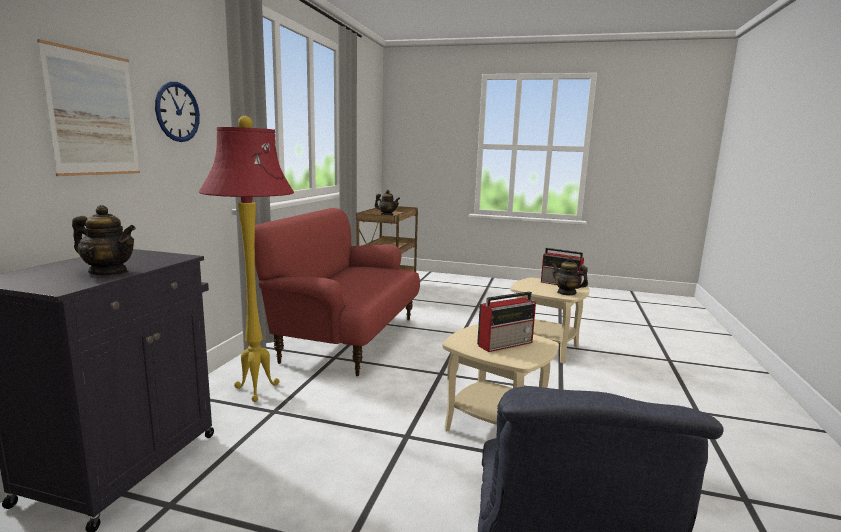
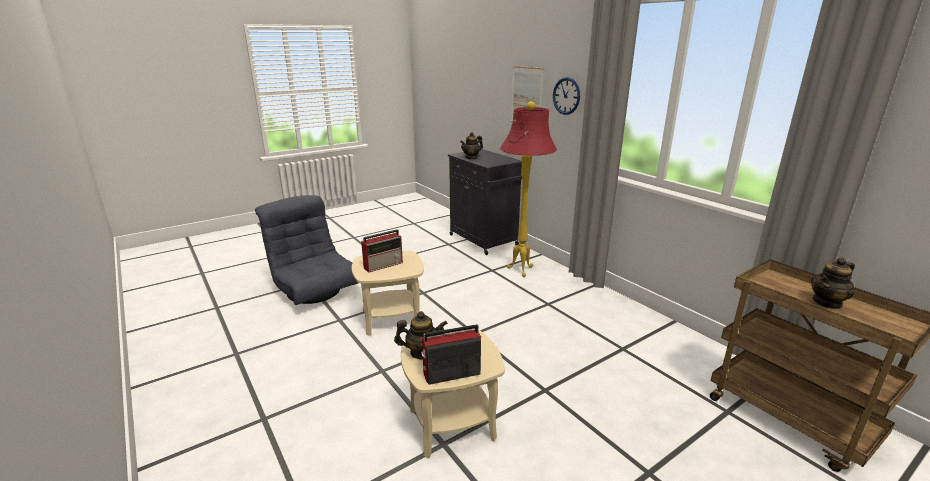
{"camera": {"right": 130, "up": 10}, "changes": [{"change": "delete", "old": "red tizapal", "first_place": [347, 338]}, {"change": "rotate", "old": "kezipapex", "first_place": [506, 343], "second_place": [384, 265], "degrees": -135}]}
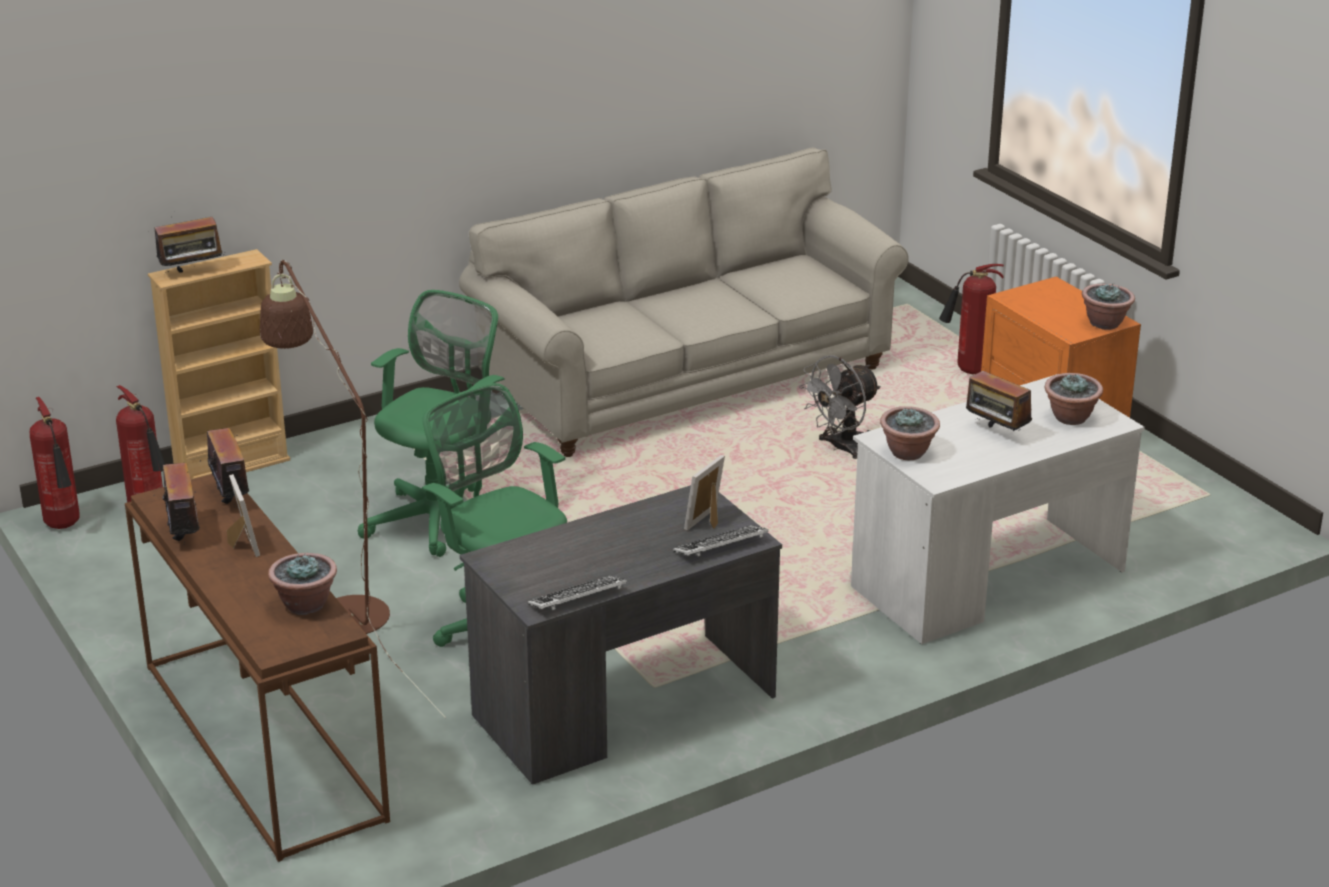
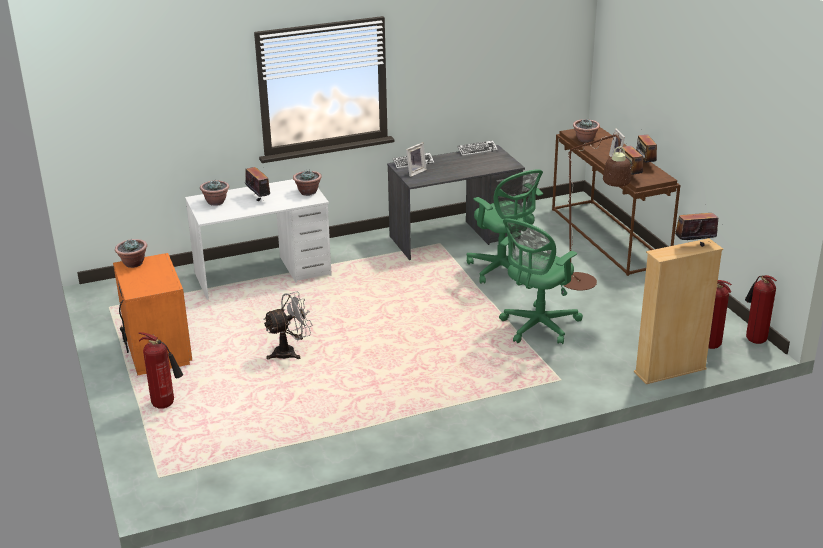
{"camera": {"right": -170, "up": 0}, "changes": [{"change": "delete", "old": "beige tizapal", "first_place": [686, 380]}]}
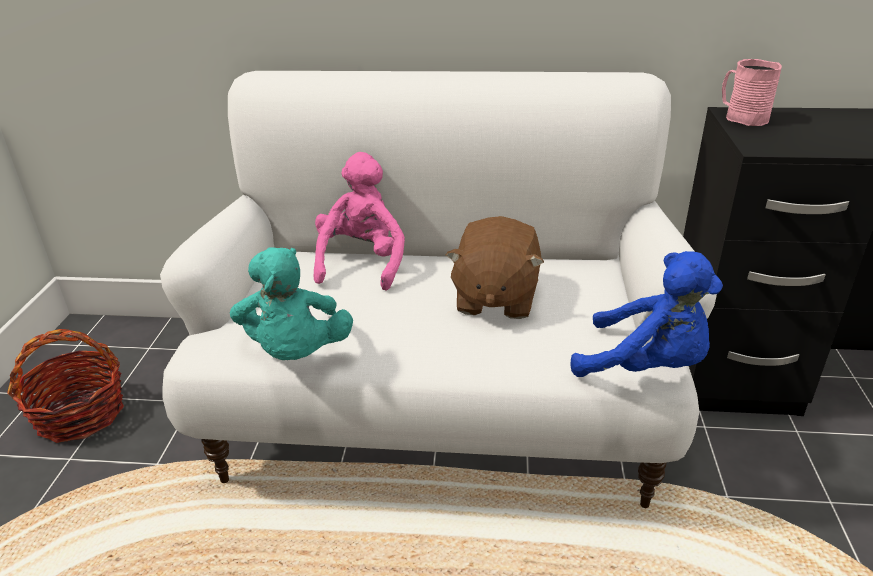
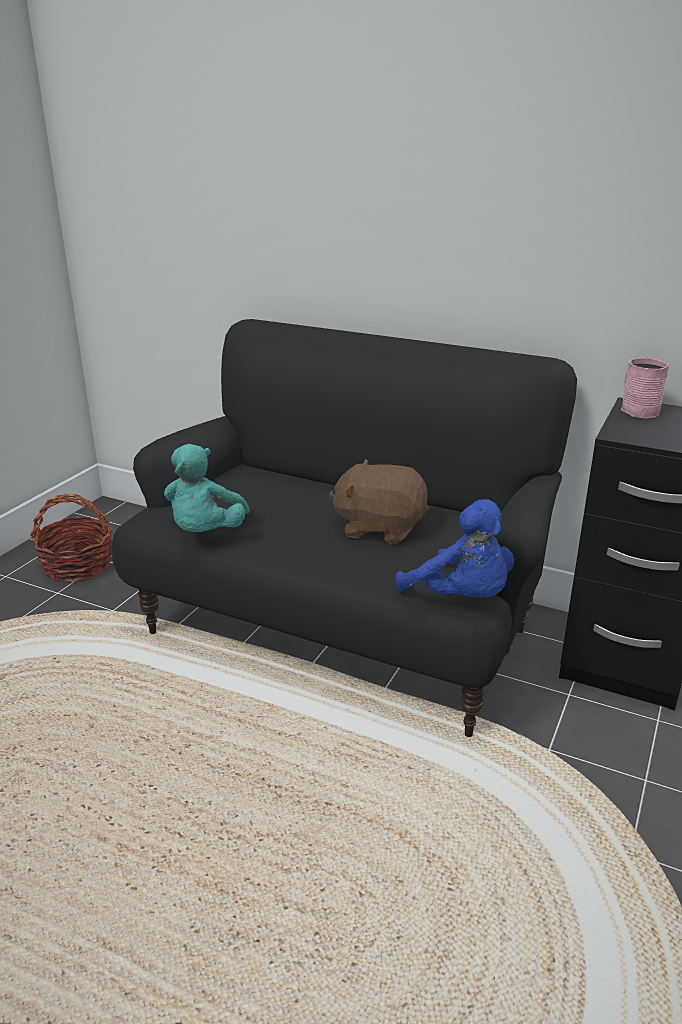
{"camera": {"right": 20, "up": -5}, "changes": [{"change": "recolor", "old": "white tizapal", "new": "black tizapal", "first_place": [438, 413], "second_place": [340, 627]}, {"change": "delete", "old": "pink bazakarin", "first_place": [362, 263]}, {"change": "rotate", "old": "brown bazakarin", "first_place": [495, 298], "second_place": [380, 527], "degrees": 75}]}
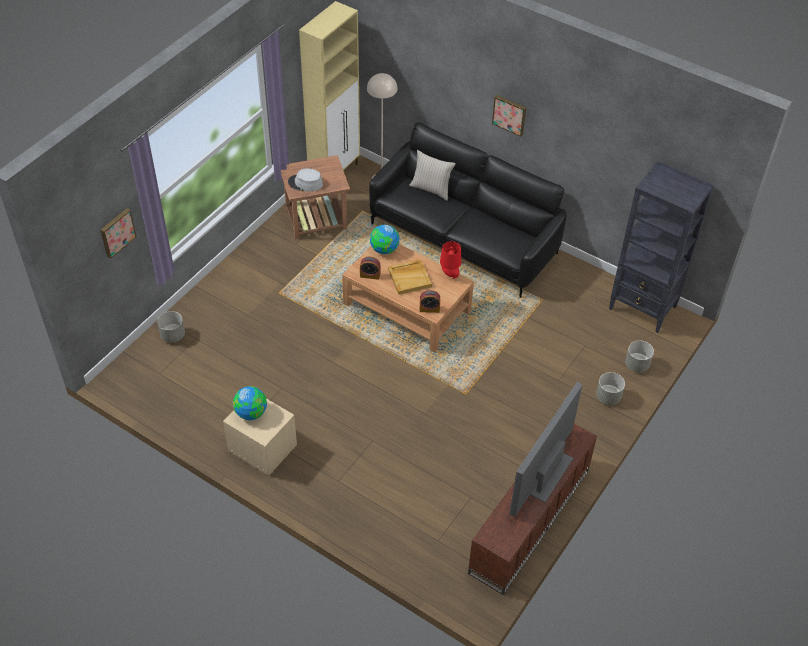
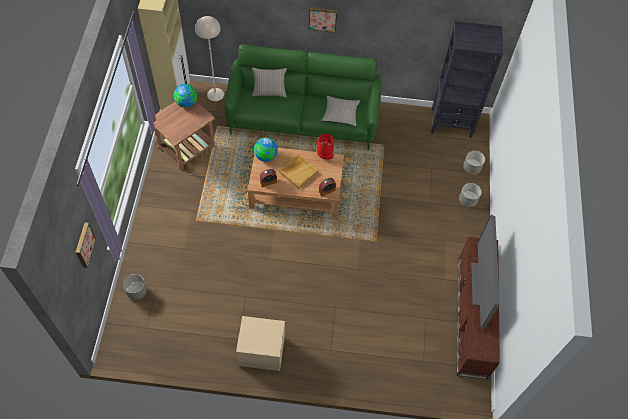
{"camera": {"right": -30, "up": 10}, "changes": [{"change": "recolor", "old": "black tizapal", "new": "green tizapal", "first_place": [464, 238], "second_place": [303, 119]}, {"change": "delete", "old": "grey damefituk", "first_place": [305, 183]}, {"change": "move", "old": "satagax", "first_place": [251, 412], "second_place": [186, 102]}, {"change": "insert", "new": "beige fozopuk", "second_place": [340, 113]}]}
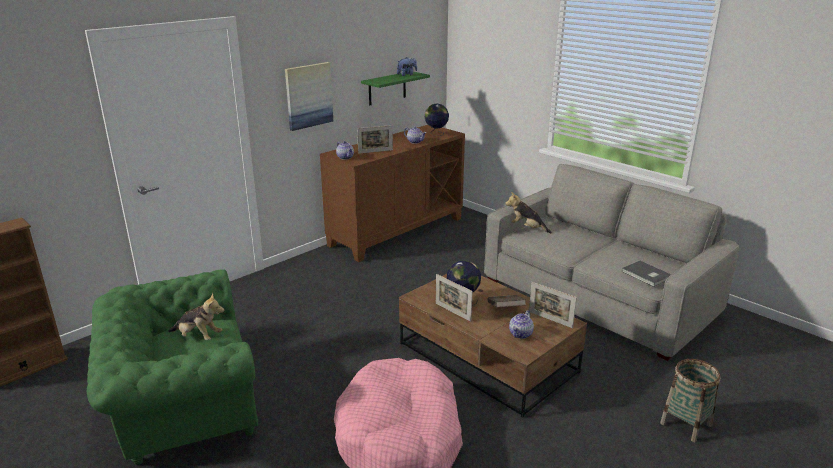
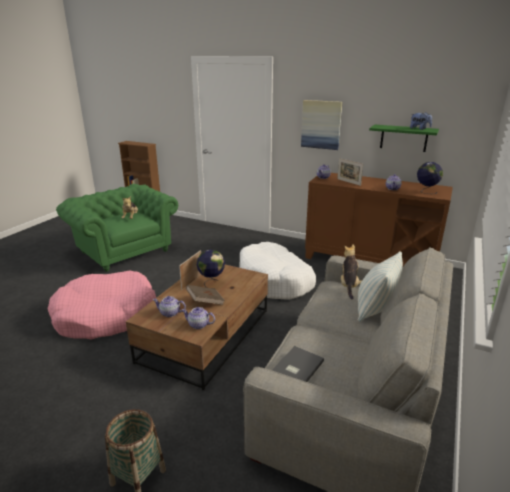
{"camera": {"right": 70, "up": 0}, "changes": [{"change": "replace", "old": "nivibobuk", "new": "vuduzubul", "first_place": [550, 319], "second_place": [198, 325]}, {"change": "insert", "new": "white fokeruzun", "second_place": [275, 281]}, {"change": "insert", "new": "fozopuk", "second_place": [375, 309]}]}
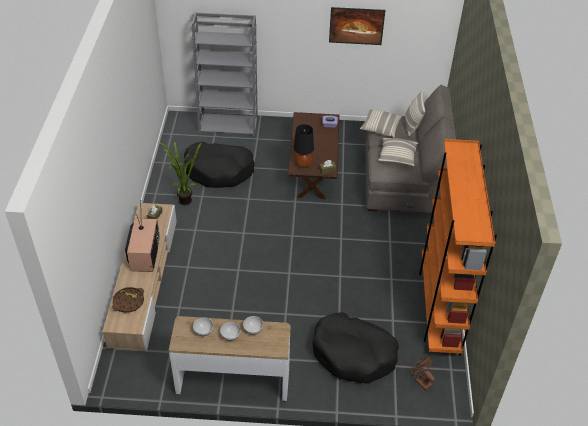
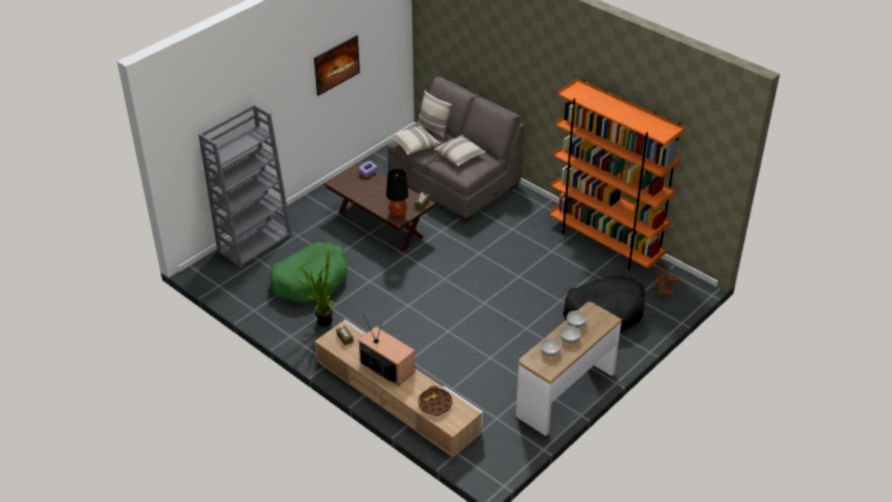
{"camera": {"right": -50, "up": -5}, "changes": [{"change": "recolor", "old": "black fokeruzun", "new": "green fokeruzun", "first_place": [219, 171], "second_place": [310, 280]}]}
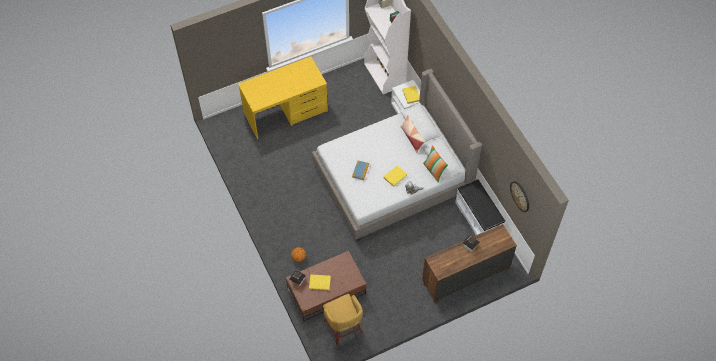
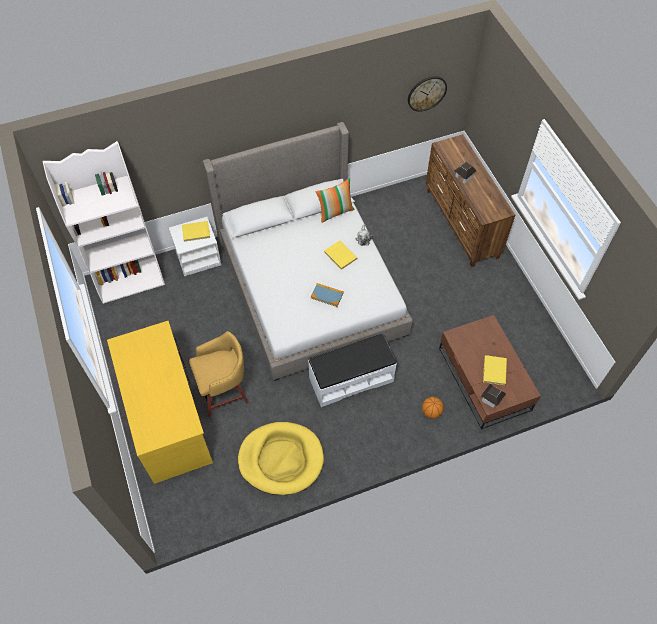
{"camera": {"right": -85, "up": 0}, "changes": [{"change": "delete", "old": "fozopuk", "first_place": [412, 138]}, {"change": "move", "old": "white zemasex", "first_place": [478, 218], "second_place": [351, 379]}, {"change": "move", "old": "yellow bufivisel", "first_place": [343, 328], "second_place": [224, 392]}, {"change": "insert", "new": "yellow fokeruzun", "second_place": [281, 459]}]}
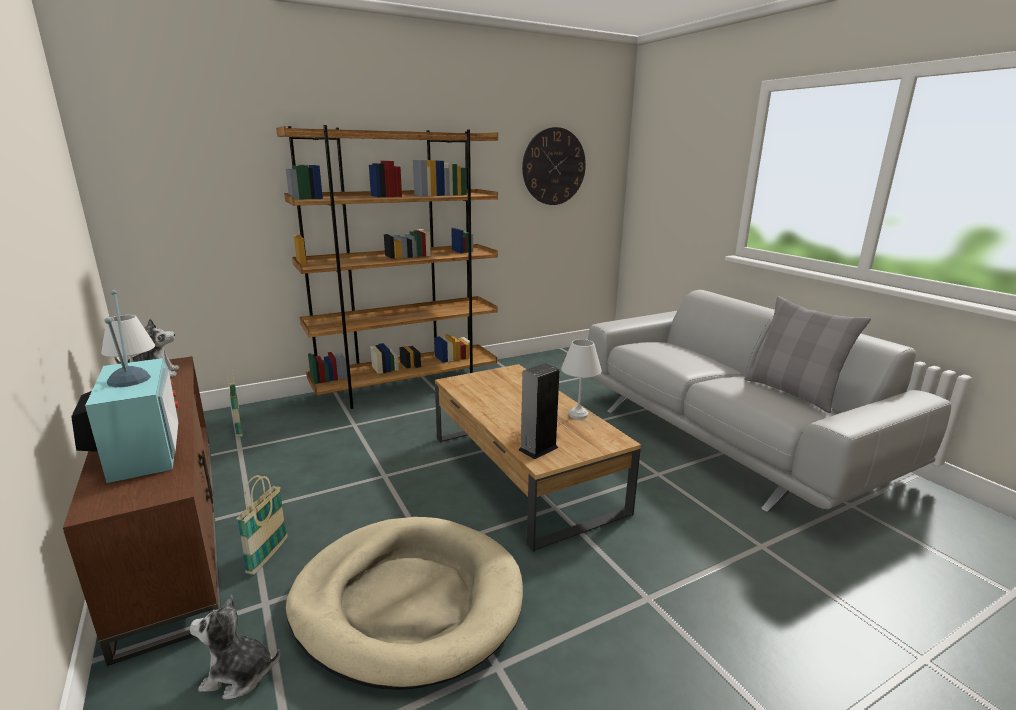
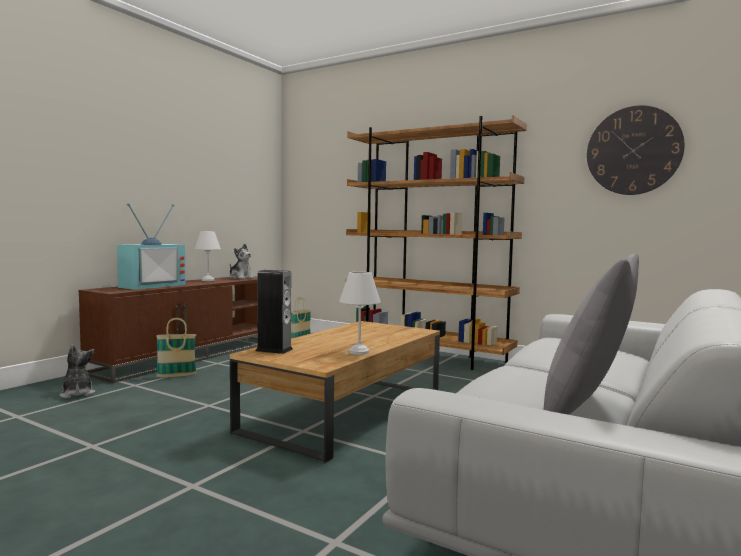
{"camera": {"right": 60, "up": -15}, "changes": [{"change": "delete", "old": "beige fokeruzun", "first_place": [408, 601]}]}
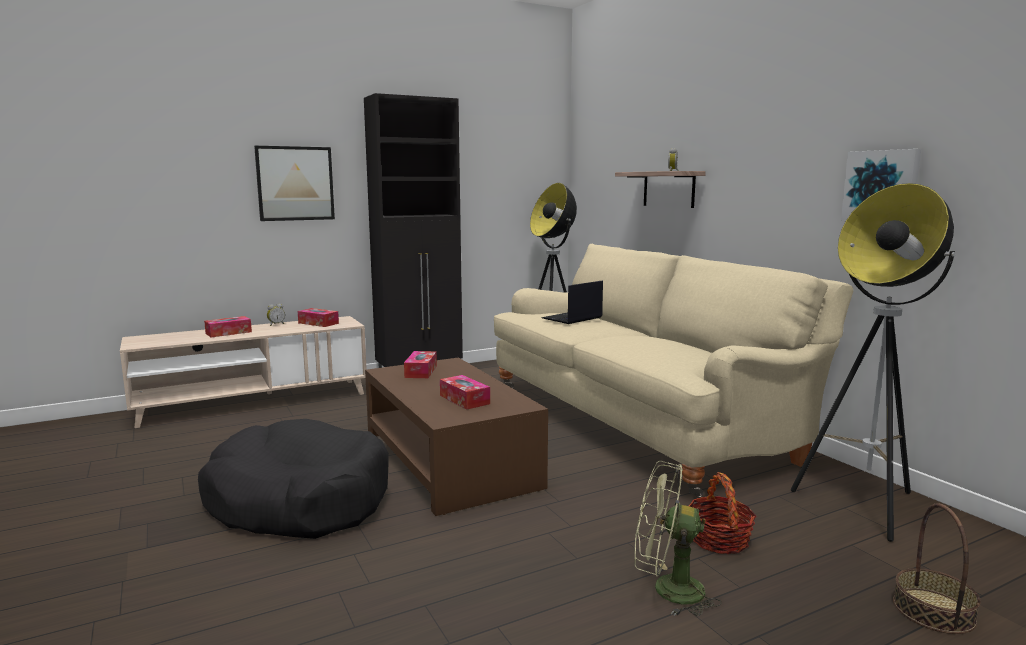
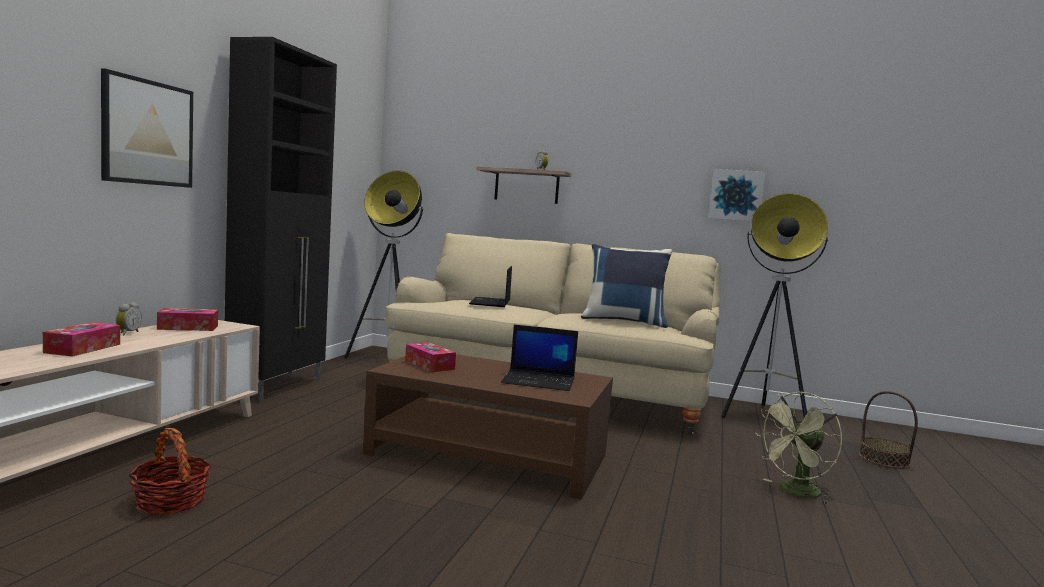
{"camera": {"right": -45, "up": -5}, "changes": [{"change": "replace", "old": "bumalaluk", "new": "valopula", "first_place": [464, 399], "second_place": [539, 381]}, {"change": "delete", "old": "black fokeruzun", "first_place": [299, 500]}, {"change": "move", "old": "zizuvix", "first_place": [719, 540], "second_place": [171, 501]}, {"change": "insert", "new": "blue fozopuk", "second_place": [624, 321]}]}
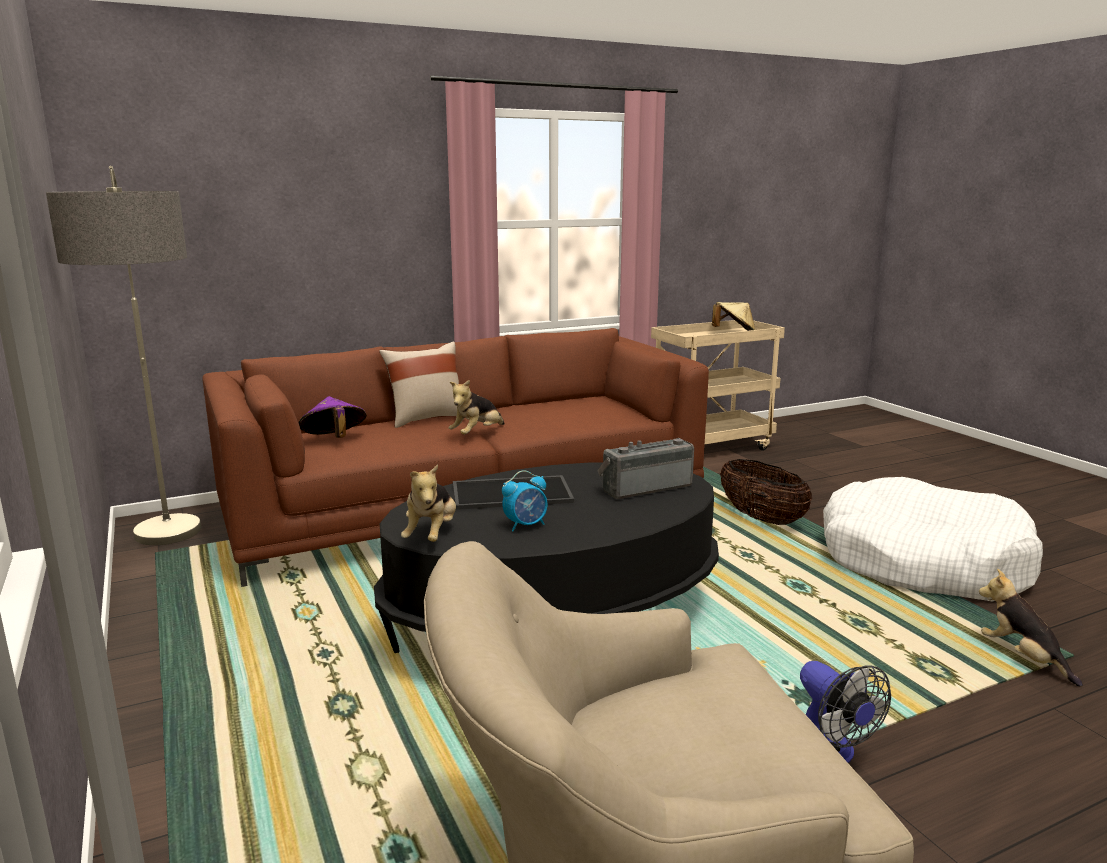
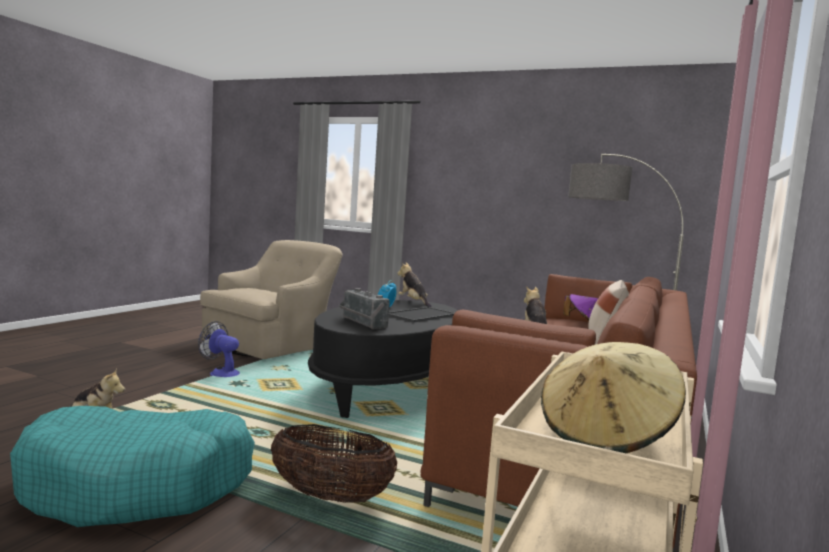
{"camera": {"right": 140, "up": -10}, "changes": [{"change": "rotate", "old": "kezipapex", "first_place": [645, 487], "second_place": [361, 323], "degrees": 120}, {"change": "recolor", "old": "white fokeruzun", "new": "turquoise fokeruzun", "first_place": [922, 562], "second_place": [139, 485]}]}
